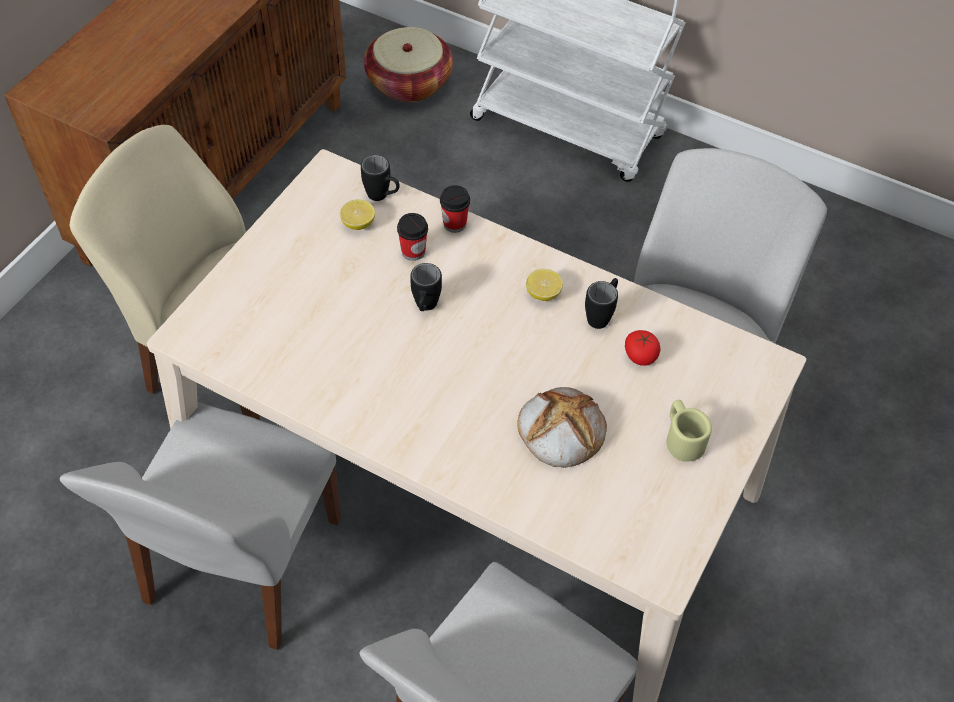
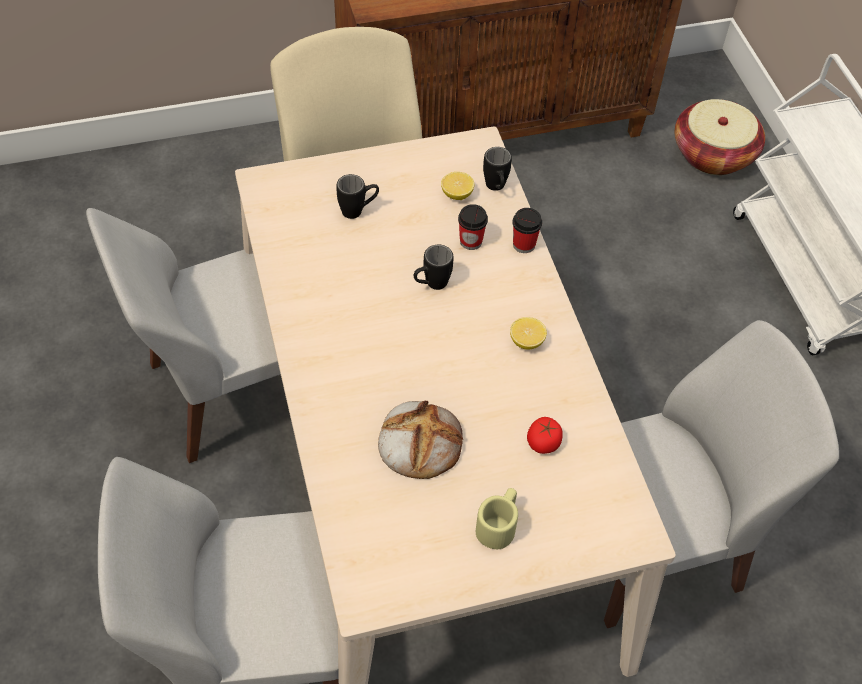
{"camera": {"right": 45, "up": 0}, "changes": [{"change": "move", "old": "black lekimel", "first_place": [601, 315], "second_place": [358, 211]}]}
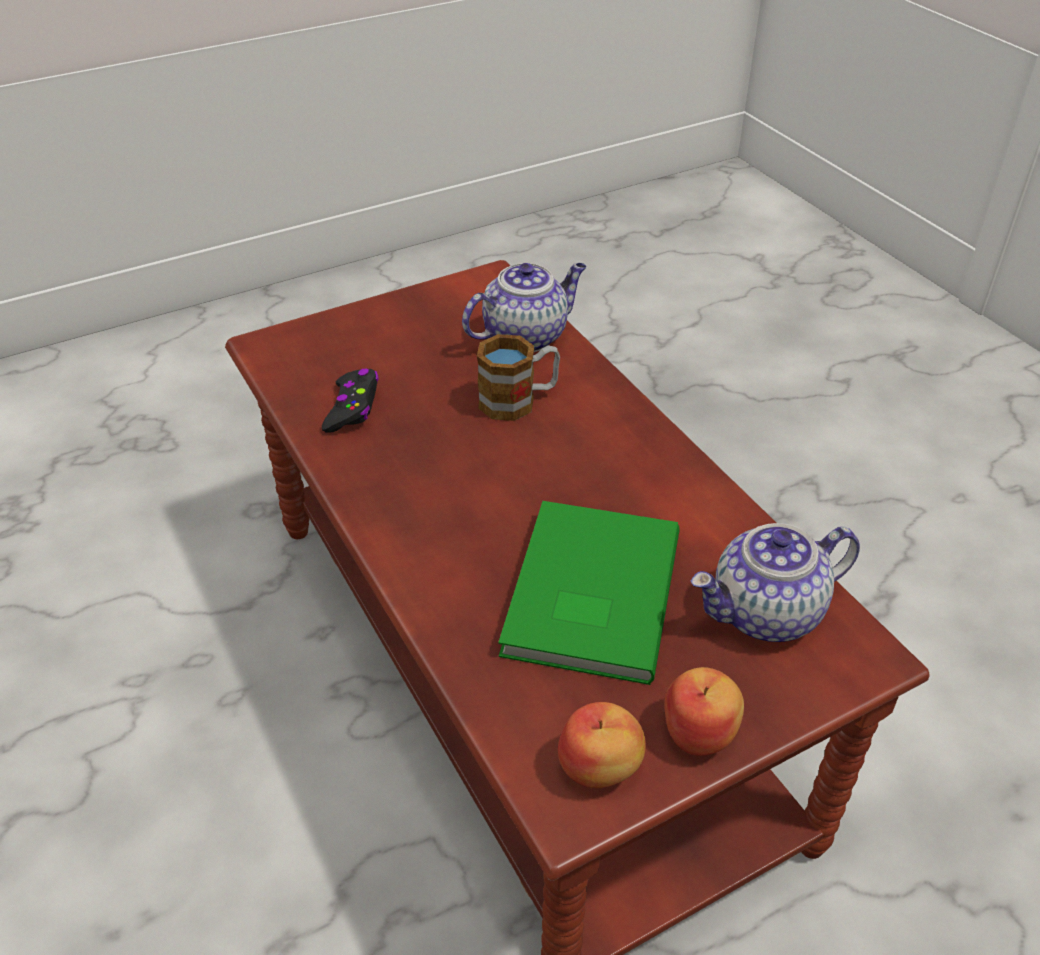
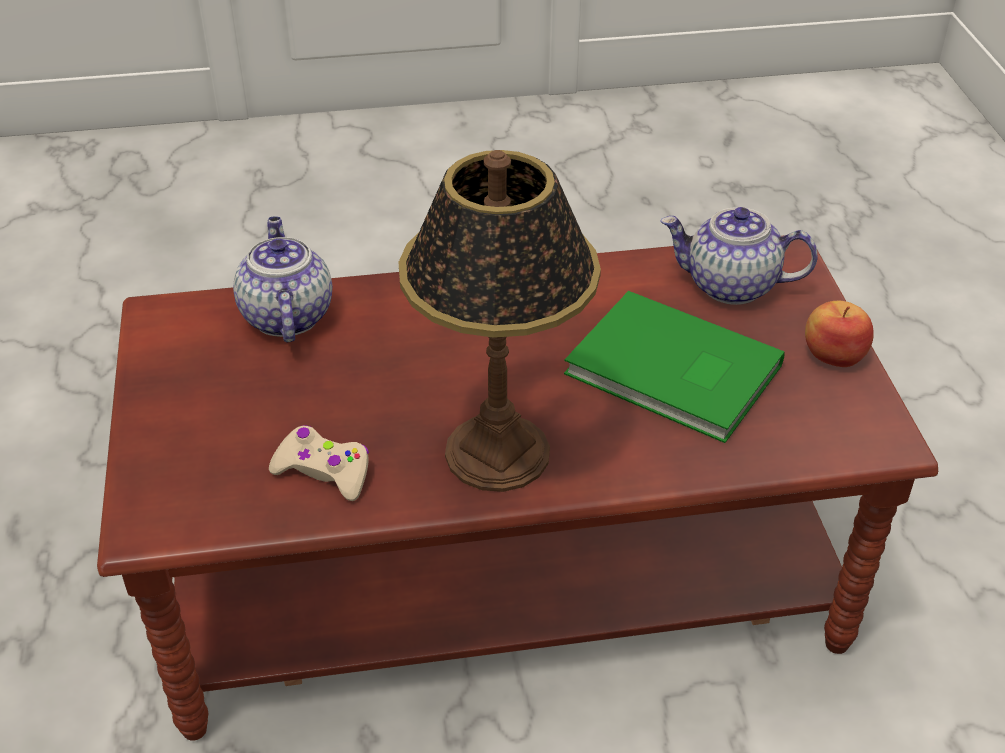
{"camera": {"right": -70, "up": 0}, "changes": [{"change": "delete", "old": "lekimel", "first_place": [518, 401]}, {"change": "recolor", "old": "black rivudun", "new": "beige rivudun", "first_place": [352, 408], "second_place": [323, 471]}, {"change": "rotate", "old": "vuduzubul", "first_place": [766, 614], "second_place": [730, 286], "degrees": 105}, {"change": "delete", "old": "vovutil", "first_place": [600, 768]}, {"change": "insert", "new": "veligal", "second_place": [499, 452]}]}
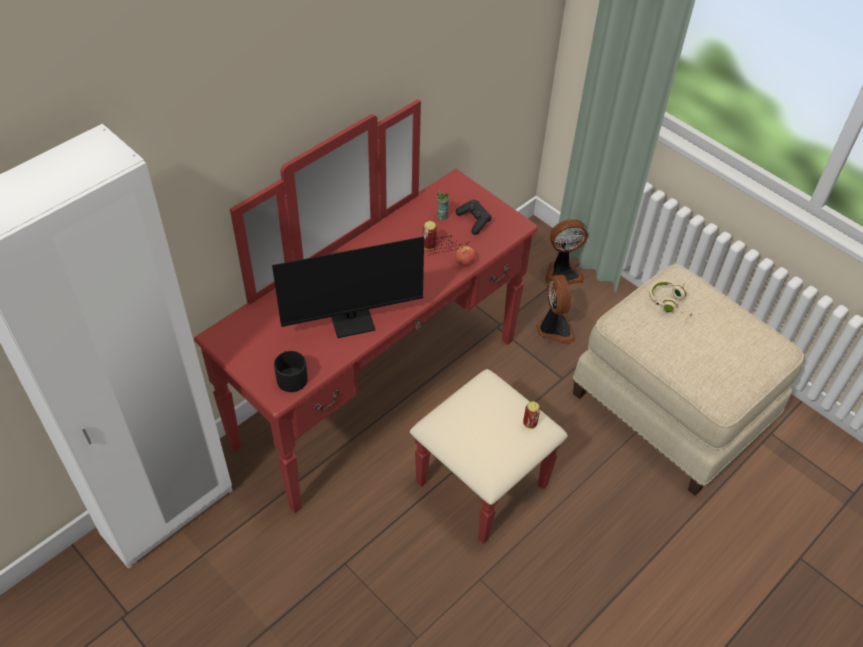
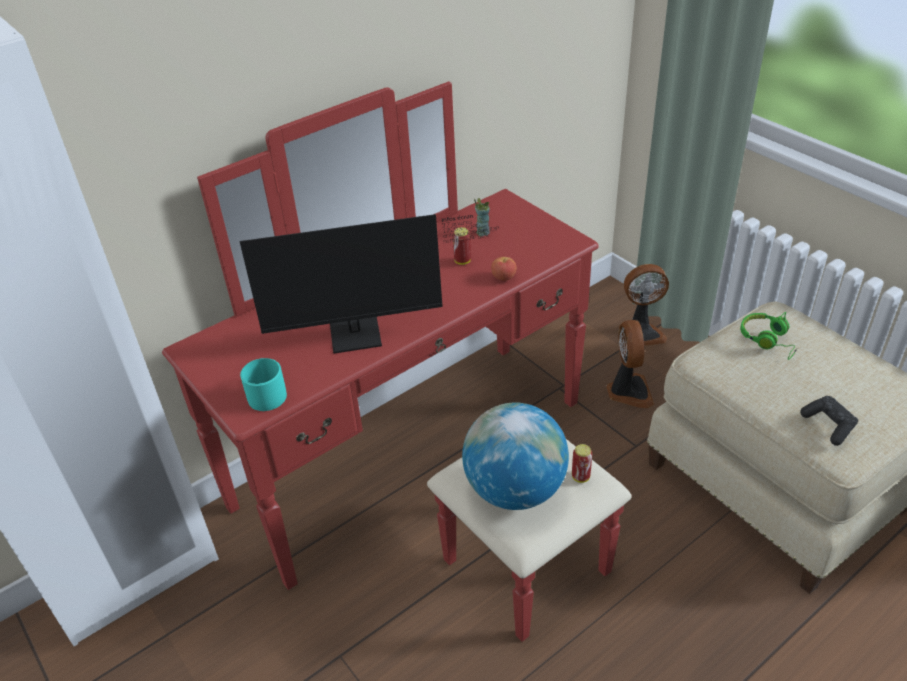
{"camera": {"right": 10, "up": -10}, "changes": [{"change": "move", "old": "black rivudun", "first_place": [474, 221], "second_place": [828, 425]}, {"change": "recolor", "old": "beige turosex", "new": "green turosex", "first_place": [670, 304], "second_place": [768, 340]}, {"change": "recolor", "old": "black lekimel", "new": "turquoise lekimel", "first_place": [291, 376], "second_place": [266, 393]}, {"change": "insert", "new": "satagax", "second_place": [514, 490]}]}
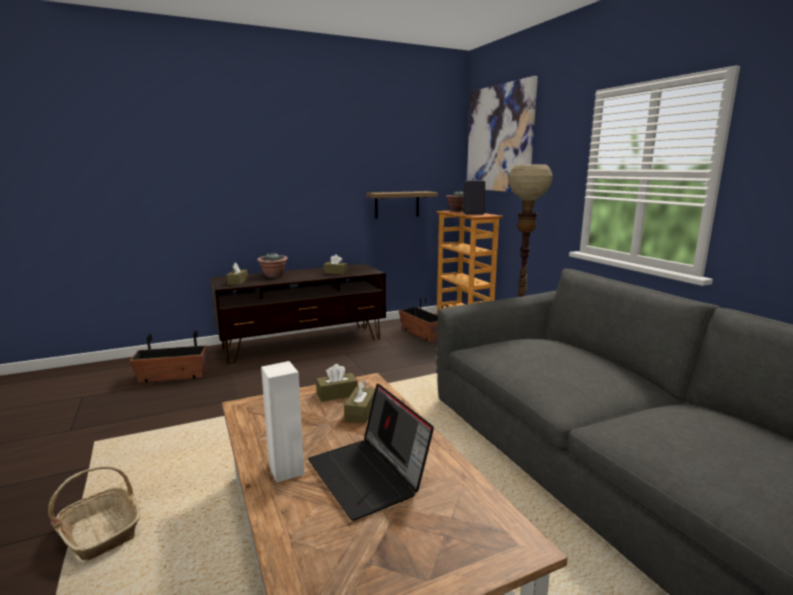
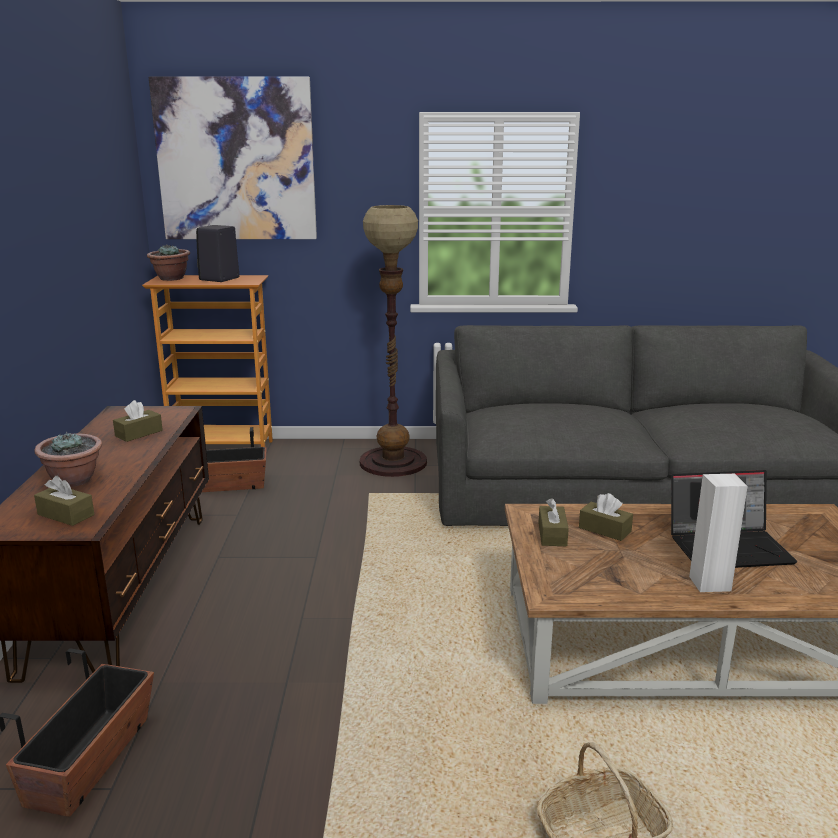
{"camera": {"right": -65, "up": 5}, "changes": [{"change": "delete", "old": "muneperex", "first_place": [397, 204]}]}
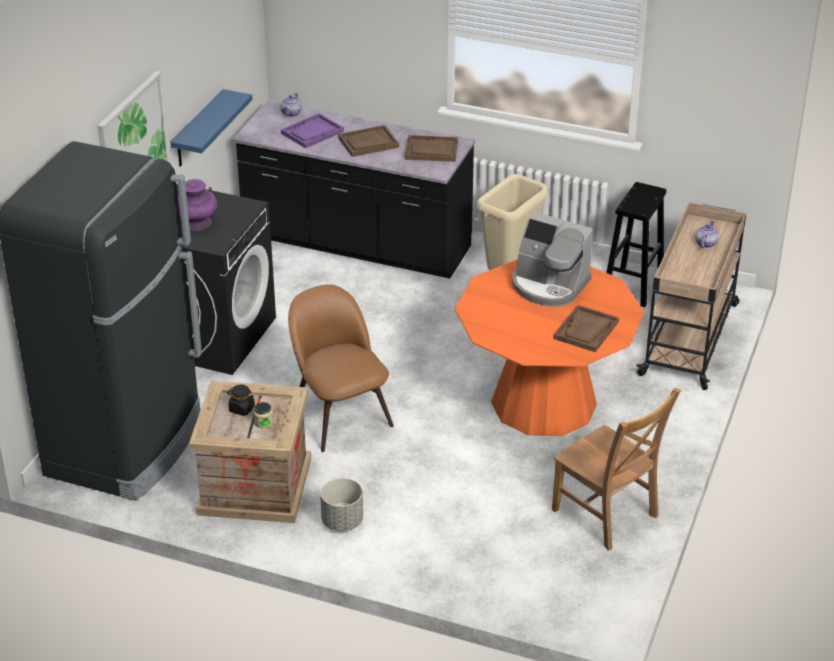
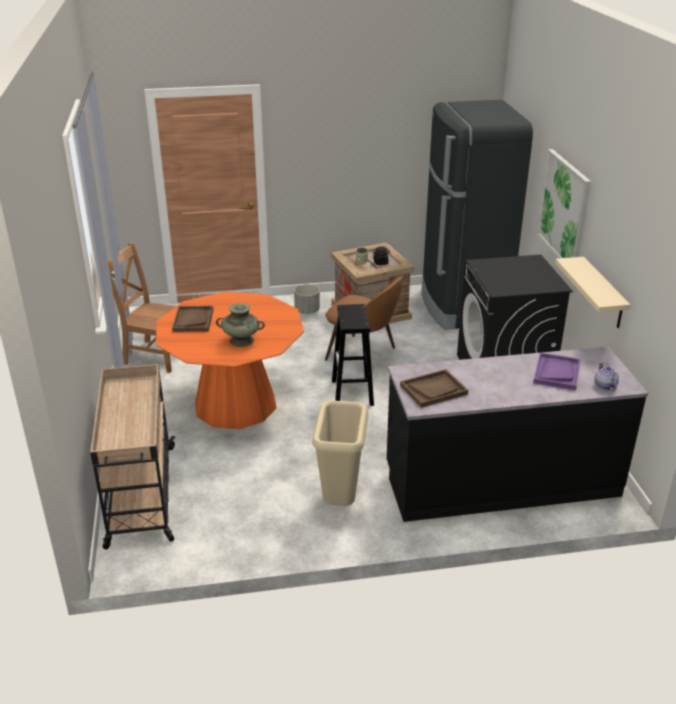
{"camera": {"right": 150, "up": -5}, "changes": [{"change": "recolor", "old": "blue muneperex", "new": "beige muneperex", "first_place": [198, 130], "second_place": [603, 293]}, {"change": "delete", "old": "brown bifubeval", "first_place": [368, 143]}, {"change": "delete", "old": "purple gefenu", "first_place": [197, 222]}, {"change": "move", "old": "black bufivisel", "first_place": [633, 286], "second_place": [352, 393]}, {"change": "replace", "old": "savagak", "new": "turquoise gefenu", "first_place": [549, 286], "second_place": [241, 340]}, {"change": "delete", "old": "vuduzubul", "first_place": [705, 243]}]}
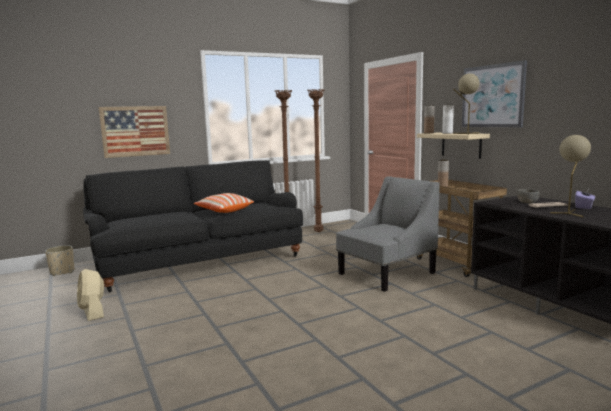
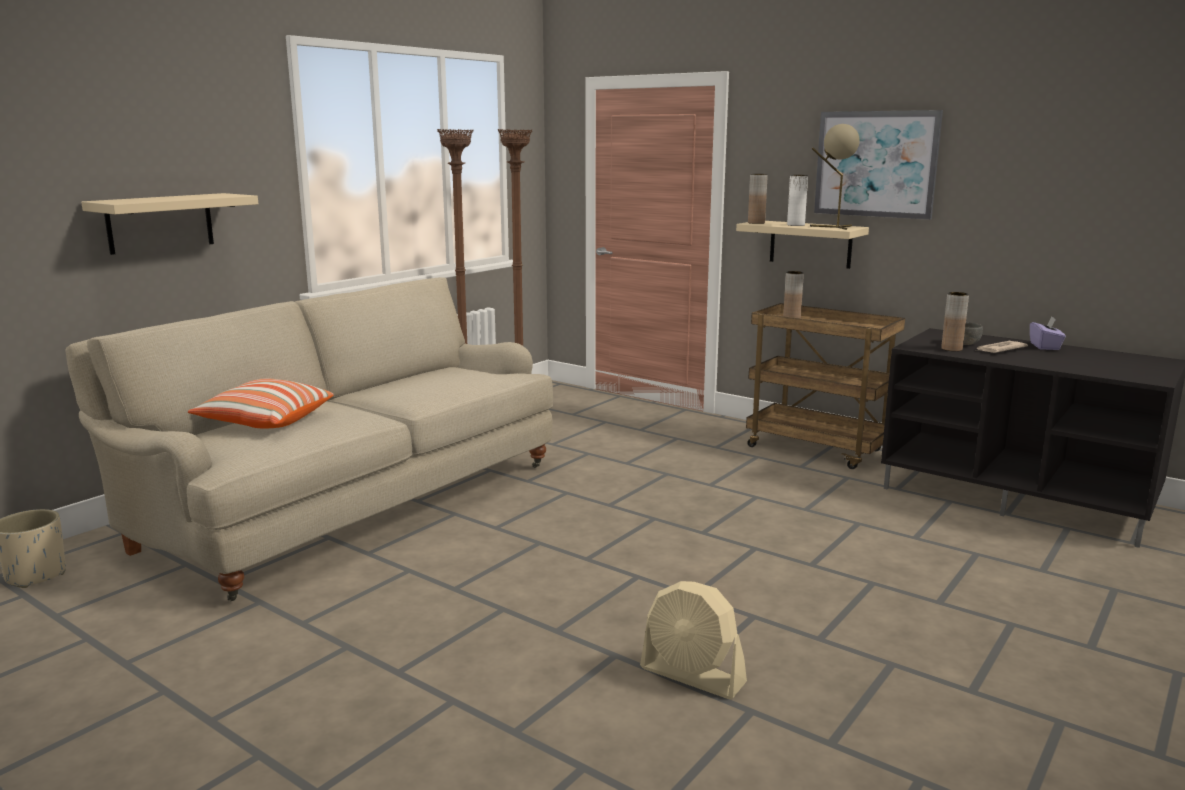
{"camera": {"right": -25, "up": 5}, "changes": [{"change": "replace", "old": "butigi", "new": "beige muneperex", "first_place": [135, 131], "second_place": [160, 223]}, {"change": "delete", "old": "beige veligal", "first_place": [569, 213]}, {"change": "recolor", "old": "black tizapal", "new": "beige tizapal", "first_place": [199, 261], "second_place": [349, 502]}, {"change": "delete", "old": "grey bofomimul", "first_place": [386, 273]}, {"change": "move", "old": "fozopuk", "first_place": [224, 211], "second_place": [265, 422]}, {"change": "move", "old": "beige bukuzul", "first_place": [93, 312], "second_place": [692, 675]}, {"change": "insert", "new": "brown gefenu", "second_place": [951, 349]}]}
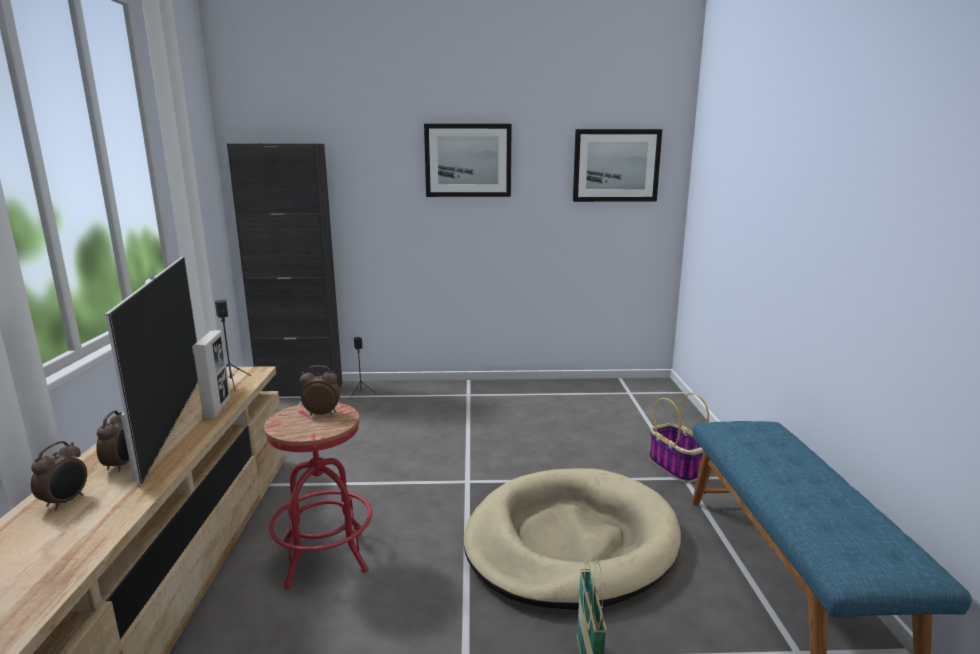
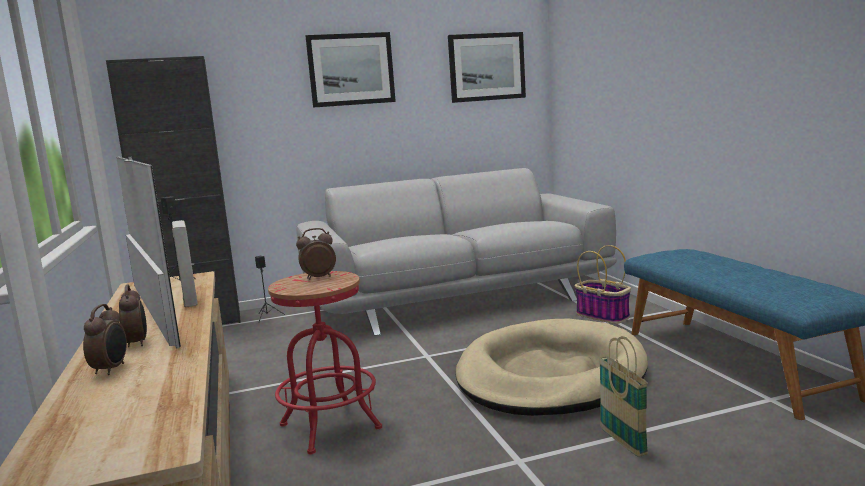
{"camera": {"right": -15, "up": -5}, "changes": [{"change": "insert", "new": "grey tizapal", "second_place": [457, 298]}]}
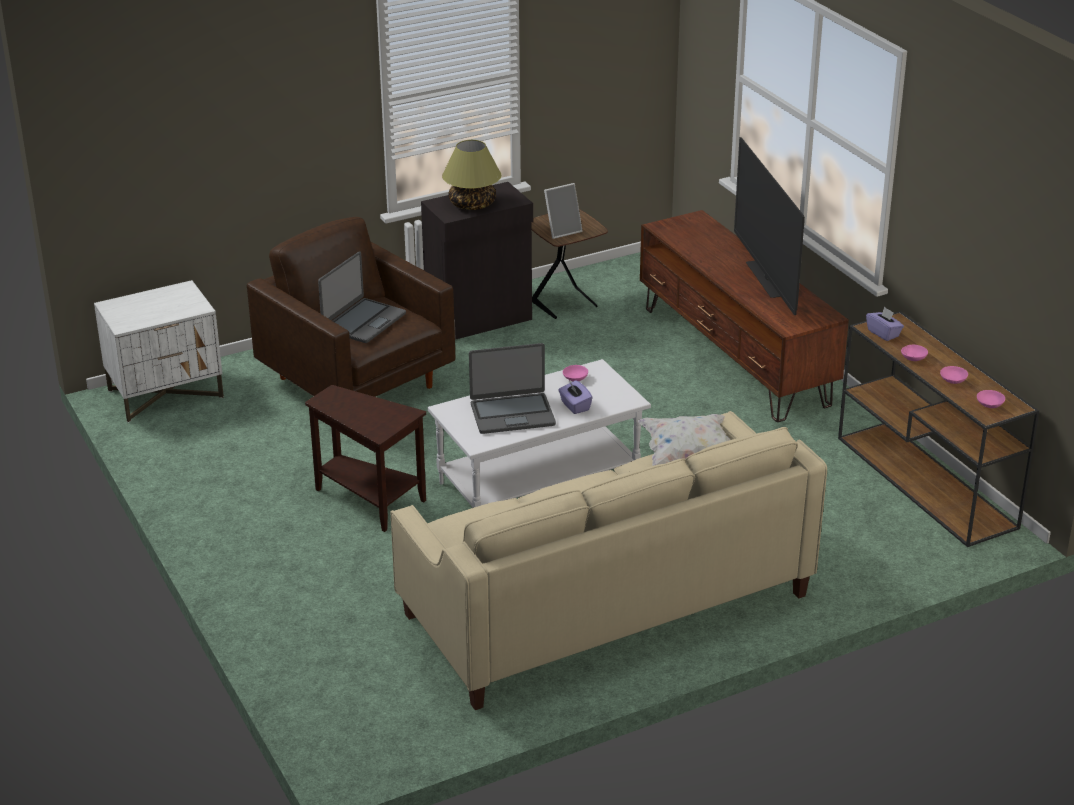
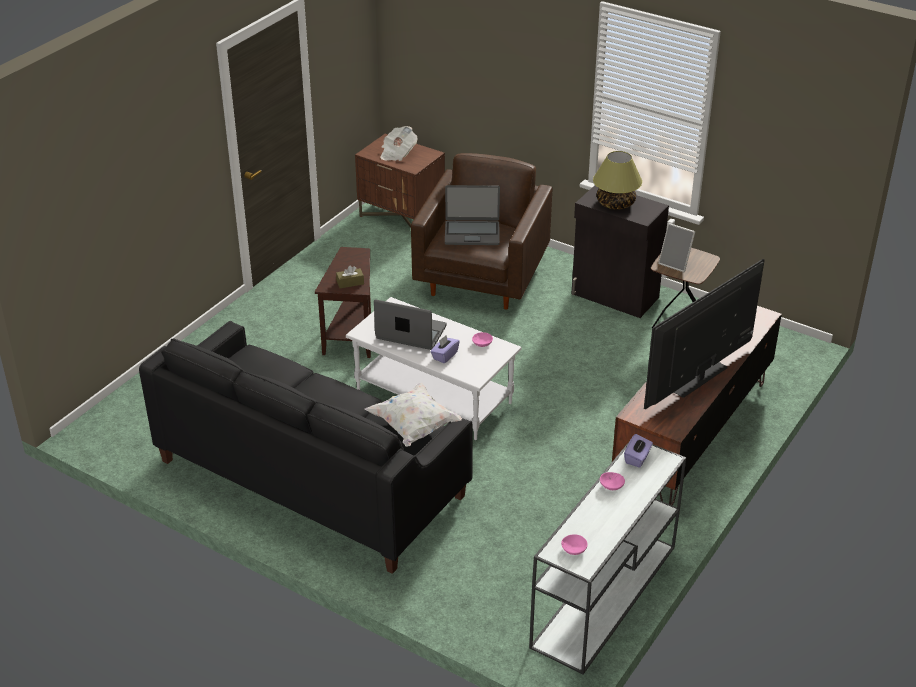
{"camera": {"right": 60, "up": 5}, "changes": [{"change": "recolor", "old": "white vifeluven", "new": "brown vifeluven", "first_place": [166, 393], "second_place": [402, 216]}, {"change": "recolor", "old": "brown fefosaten", "new": "white fefosaten", "first_place": [927, 483], "second_place": [604, 597]}, {"change": "rotate", "old": "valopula", "first_place": [512, 414], "second_place": [411, 333], "degrees": 150}, {"change": "delete", "old": "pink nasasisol", "first_place": [953, 380]}, {"change": "recolor", "old": "beige tizapal", "new": "black tizapal", "first_place": [604, 605], "second_place": [311, 478]}, {"change": "insert", "new": "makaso", "second_place": [397, 153]}, {"change": "insert", "new": "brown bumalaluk", "second_place": [350, 282]}]}
